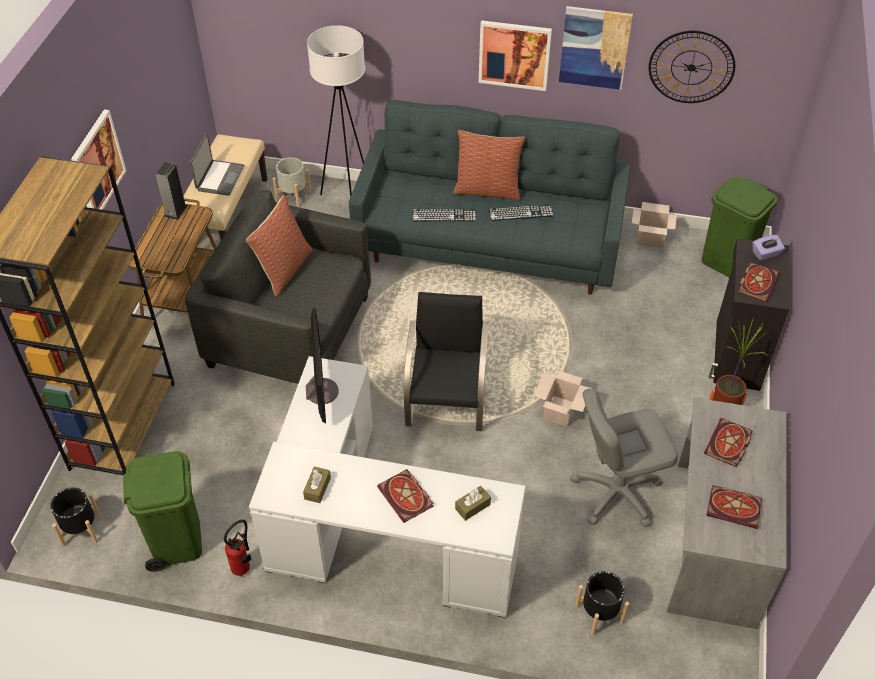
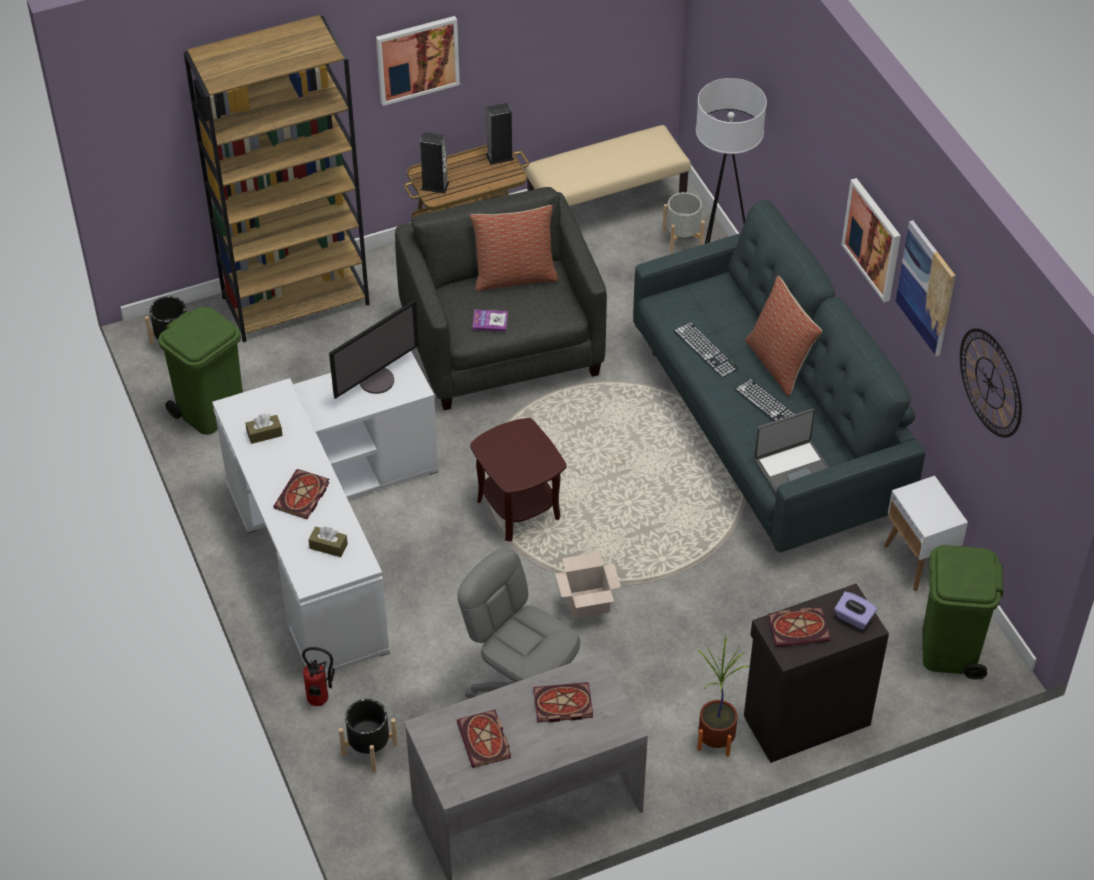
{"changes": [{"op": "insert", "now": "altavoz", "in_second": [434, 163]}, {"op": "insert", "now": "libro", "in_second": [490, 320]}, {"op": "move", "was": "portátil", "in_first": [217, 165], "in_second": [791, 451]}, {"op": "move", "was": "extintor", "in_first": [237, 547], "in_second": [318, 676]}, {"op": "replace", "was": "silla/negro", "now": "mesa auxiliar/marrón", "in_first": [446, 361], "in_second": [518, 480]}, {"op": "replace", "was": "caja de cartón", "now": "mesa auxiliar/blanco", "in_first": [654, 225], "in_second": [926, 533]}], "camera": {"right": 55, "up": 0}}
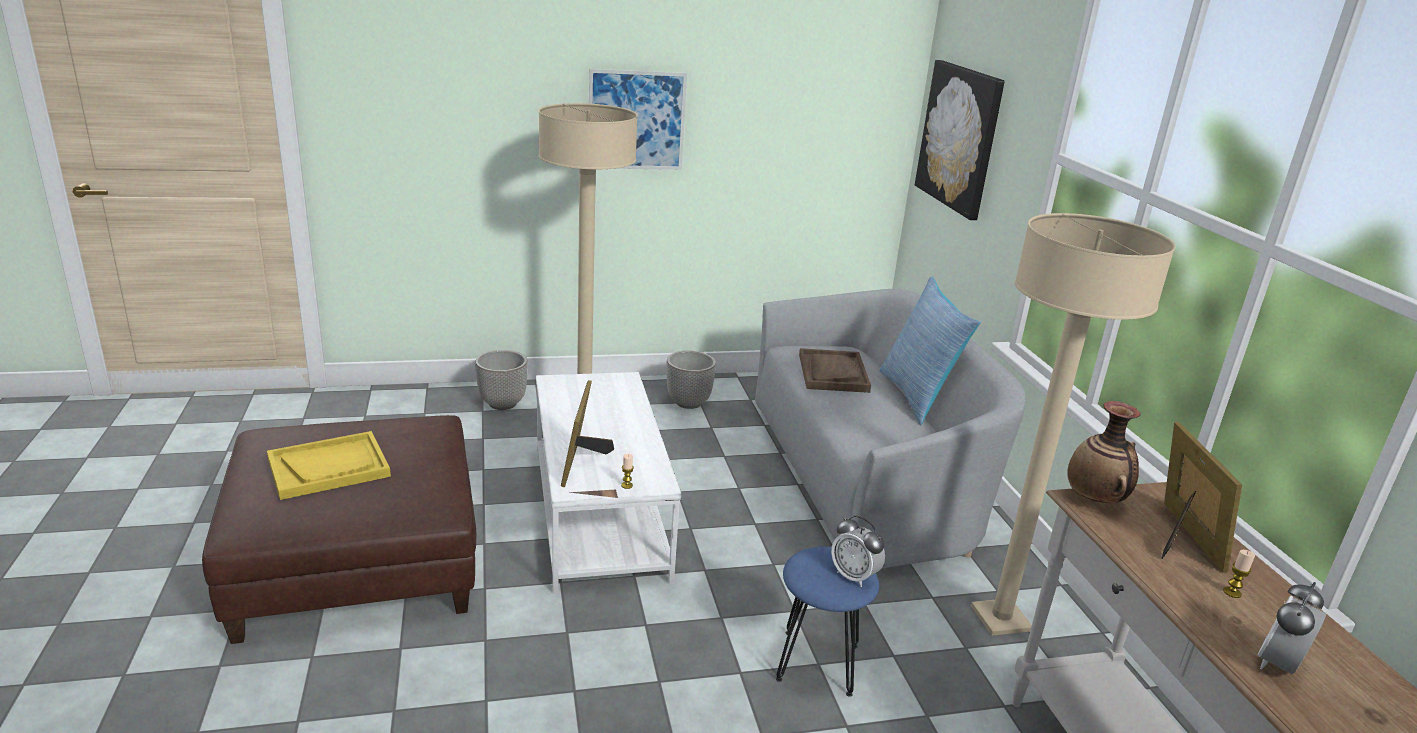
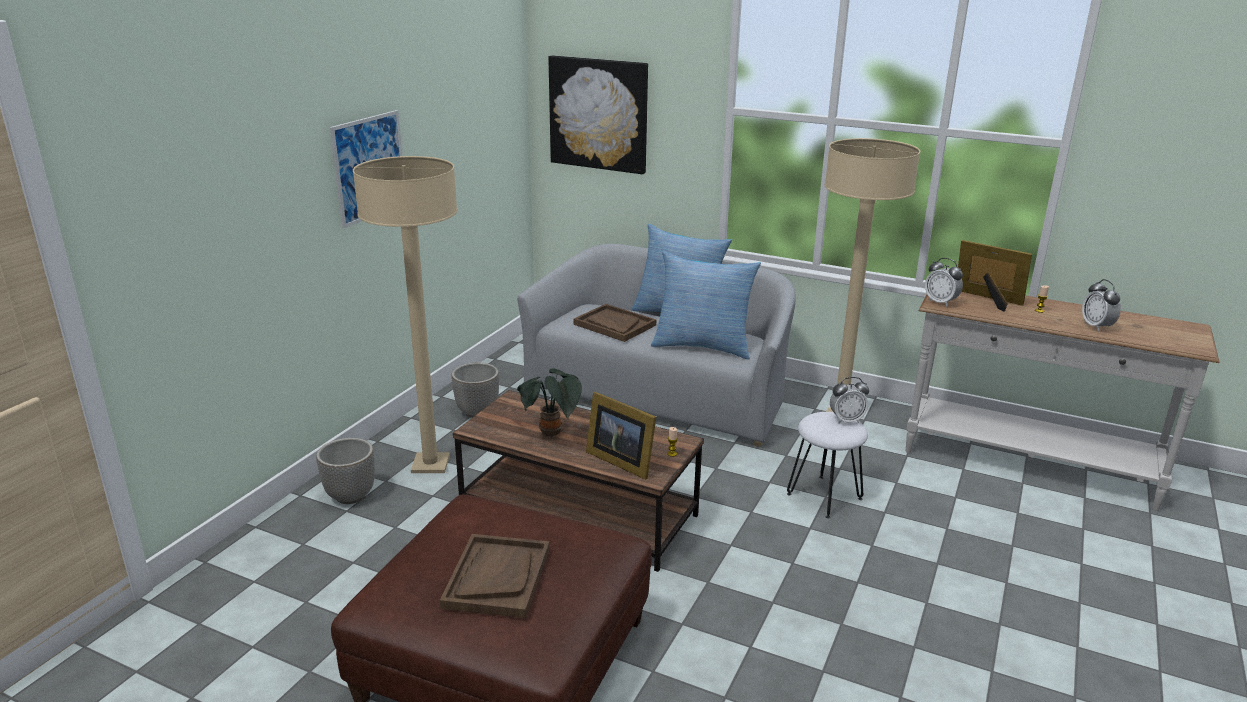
{"changes": [{"op": "insert", "now": "planta en maceta", "in_second": [549, 402]}, {"op": "insert", "now": "cojín", "in_second": [706, 305]}, {"op": "replace", "was": "florero", "now": "despertador", "in_first": [1104, 452], "in_second": [944, 282]}, {"op": "recolor", "was": "bandeja/amarillo", "now": "bandeja/marrón", "in_first": [329, 465], "in_second": [495, 576]}, {"op": "recolor", "was": "mesa de centro/blanco", "now": "mesa de centro/marrón", "in_first": [609, 483], "in_second": [578, 481]}, {"op": "recolor", "was": "taburete/azul", "now": "taburete/blanco", "in_first": [827, 622], "in_second": [827, 465]}], "camera": {"right": -50, "up": 0}}
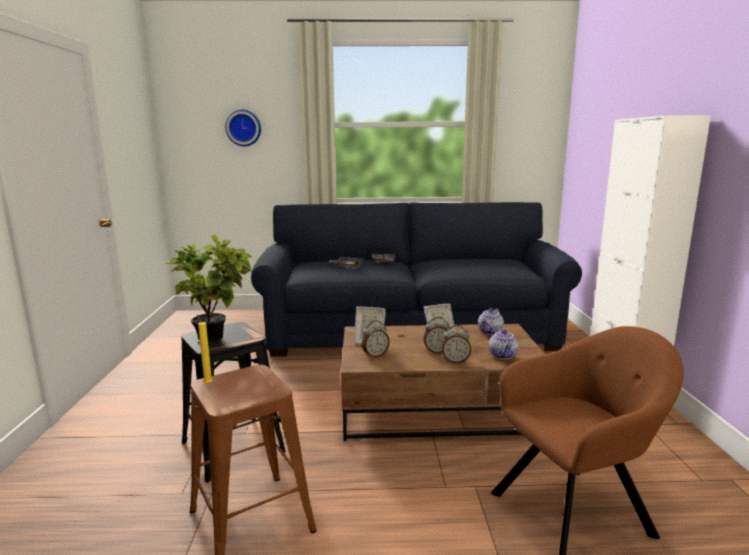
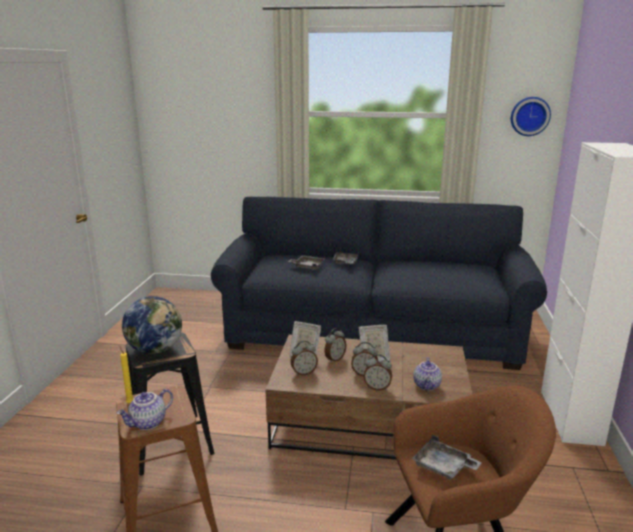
{"changes": [{"op": "insert", "now": "despertador", "in_second": [335, 345]}, {"op": "insert", "now": "bandeja/gris", "in_second": [447, 457]}, {"op": "move", "was": "reloj de pared", "in_first": [243, 128], "in_second": [531, 116]}, {"op": "move", "was": "tetera", "in_first": [491, 321], "in_second": [144, 409]}, {"op": "replace", "was": "planta en maceta", "now": "globo terráqueo", "in_first": [208, 288], "in_second": [152, 325]}], "camera": {"right": 10, "up": 5}}
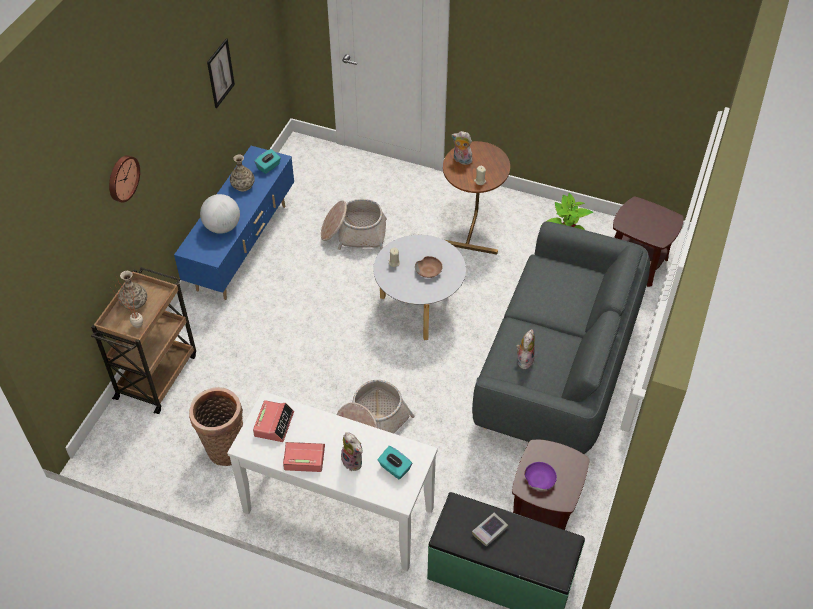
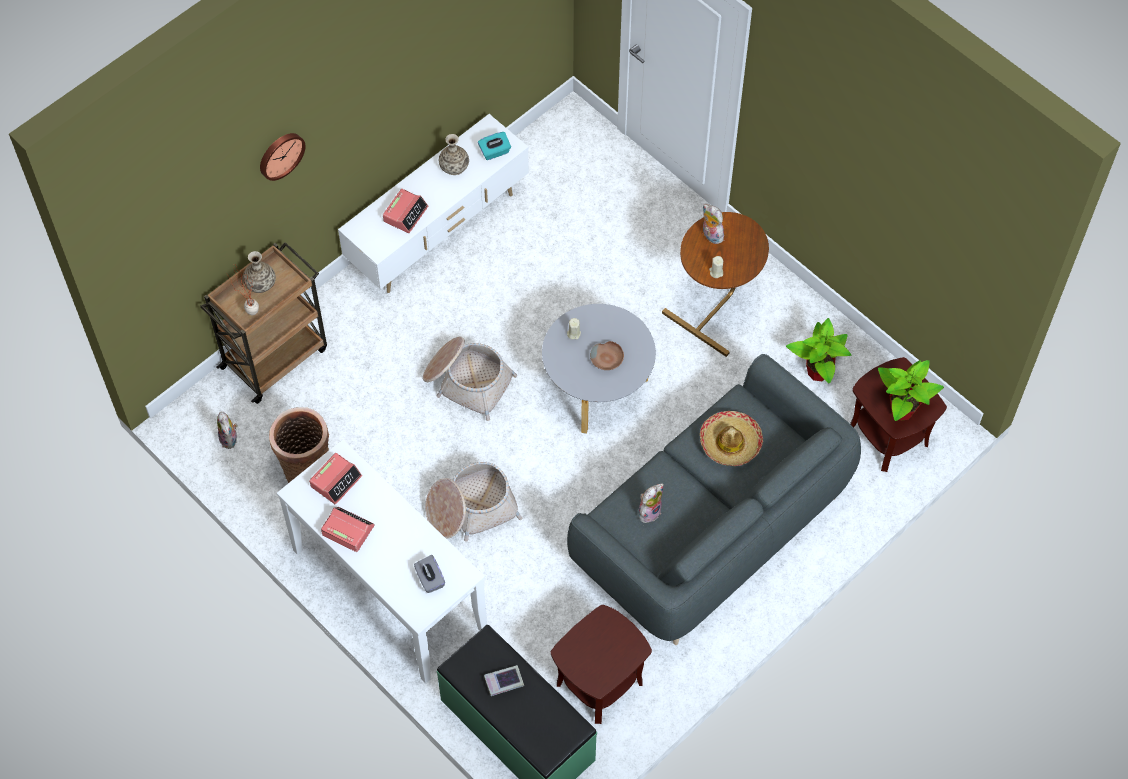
{"changes": [{"op": "delete", "was": "cuadro", "in_first": [221, 73]}, {"op": "delete", "was": "cuenco/morado", "in_first": [540, 476]}, {"op": "insert", "now": "sombrero", "in_second": [731, 438]}, {"op": "insert", "now": "planta en maceta", "in_second": [911, 390]}, {"op": "move", "was": "cesta", "in_first": [354, 224], "in_second": [470, 379]}, {"op": "move", "was": "peluche", "in_first": [352, 451], "in_second": [227, 430]}, {"op": "replace", "was": "globo terráqueo", "now": "despertador", "in_first": [220, 214], "in_second": [405, 211]}, {"op": "recolor", "was": "mueble de televisión/azul", "now": "mueble de televisión/blanco", "in_first": [234, 223], "in_second": [433, 203]}, {"op": "recolor", "was": "caja de pañuelos/turquesa", "now": "caja de pañuelos/gris", "in_first": [395, 462], "in_second": [429, 574]}], "camera": {"right": 25, "up": 10}}
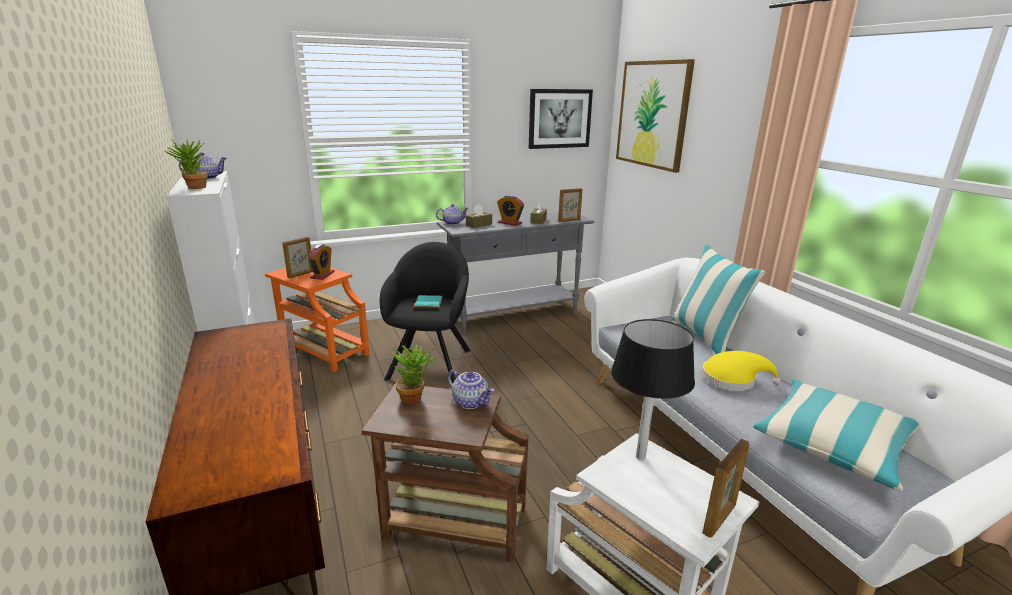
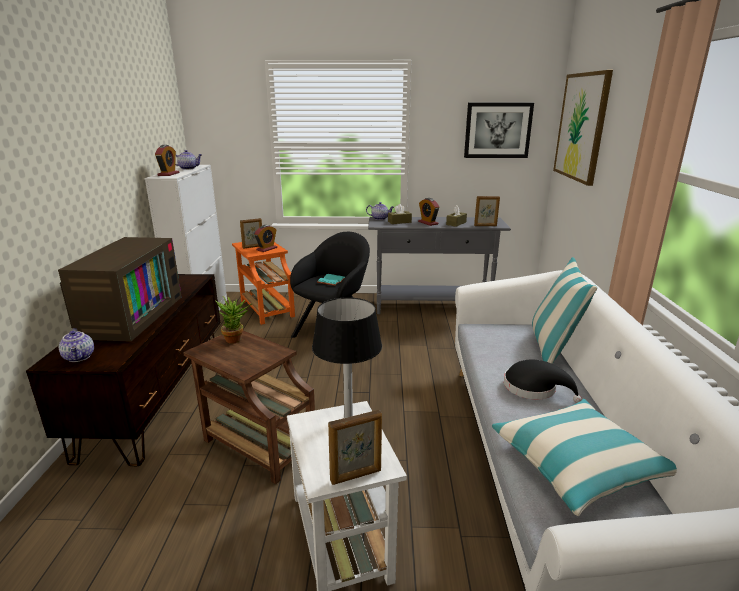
{"changes": [{"op": "insert", "now": "televisor", "in_second": [120, 289]}, {"op": "move", "was": "tetera", "in_first": [470, 389], "in_second": [76, 345]}, {"op": "replace", "was": "planta en maceta", "now": "despertador", "in_first": [186, 164], "in_second": [167, 160]}, {"op": "recolor", "was": "sombrero/amarillo", "now": "sombrero/negro", "in_first": [741, 371], "in_second": [542, 381]}], "camera": {"right": 25, "up": 0}}
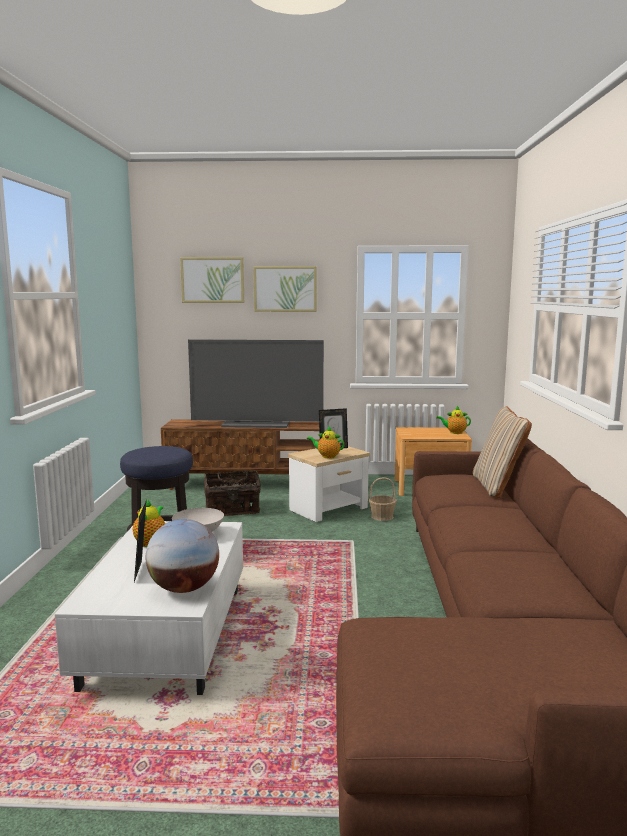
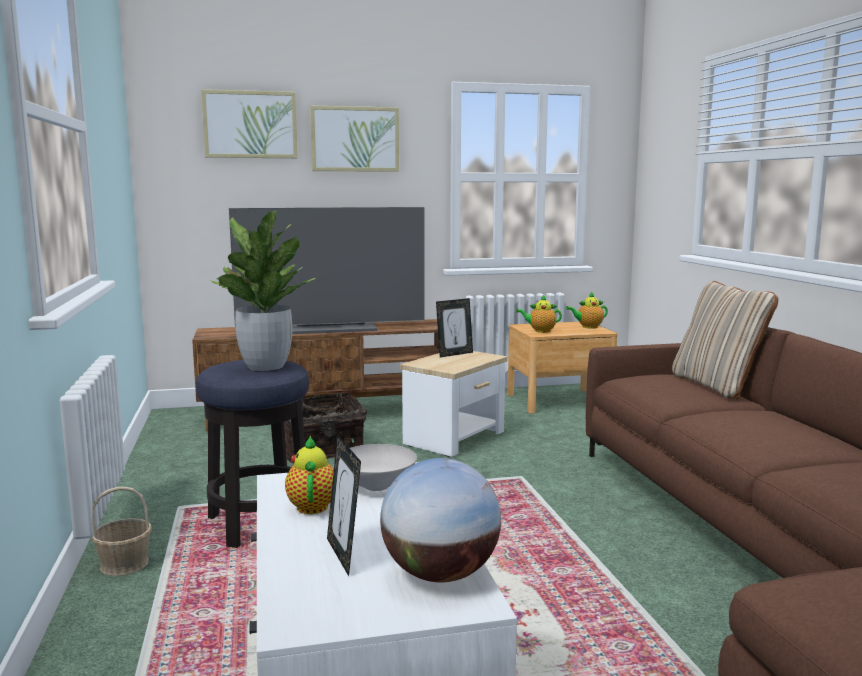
{"changes": [{"op": "insert", "now": "planta en maceta", "in_second": [263, 291]}, {"op": "move", "was": "tetera", "in_first": [326, 442], "in_second": [539, 314]}, {"op": "move", "was": "cesta", "in_first": [383, 499], "in_second": [121, 531]}], "camera": {"right": -15, "up": 0}}
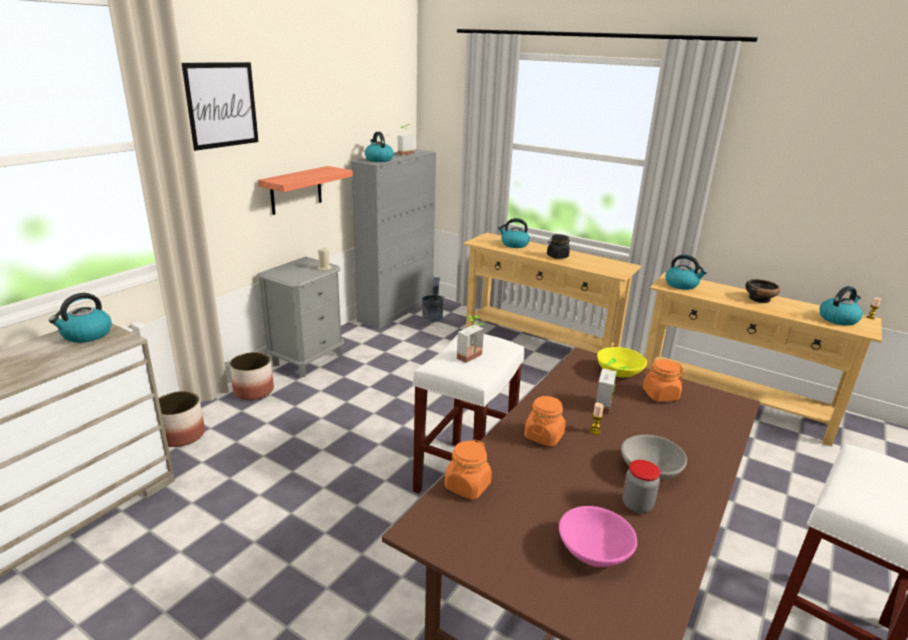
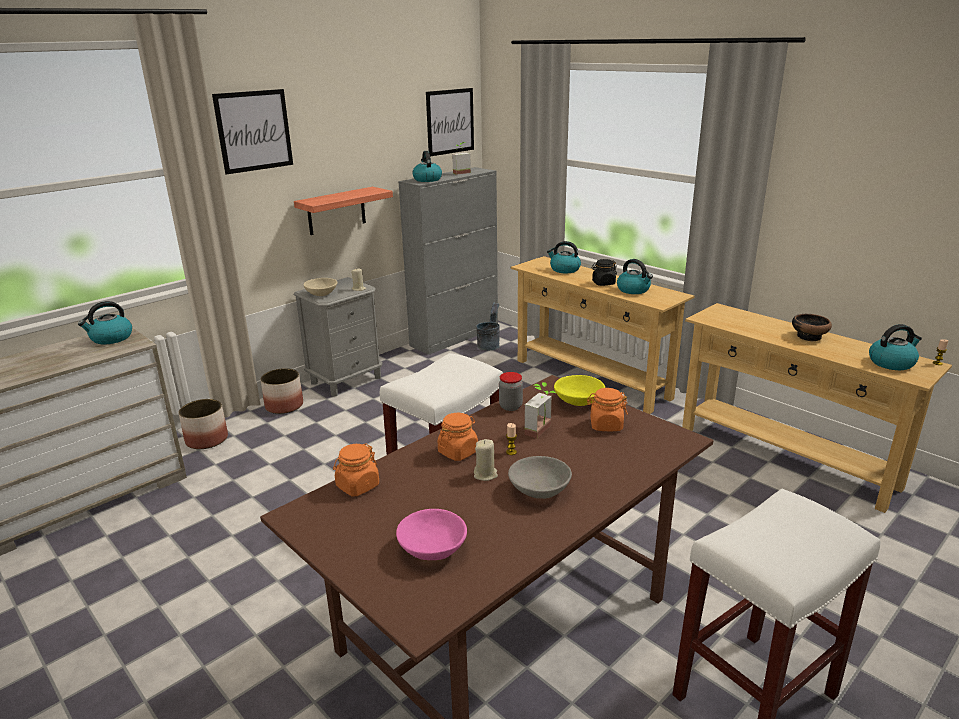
{"changes": [{"op": "delete", "was": "planta en maceta", "in_first": [471, 339]}, {"op": "insert", "now": "cuenco/beis", "in_second": [321, 287]}, {"op": "insert", "now": "cuadro", "in_second": [450, 122]}, {"op": "insert", "now": "vela/beis", "in_second": [486, 460]}, {"op": "move", "was": "tarro", "in_first": [641, 486], "in_second": [511, 391]}, {"op": "move", "was": "hervidor", "in_first": [686, 272], "in_second": [635, 276]}], "camera": {"right": 15, "up": 0}}
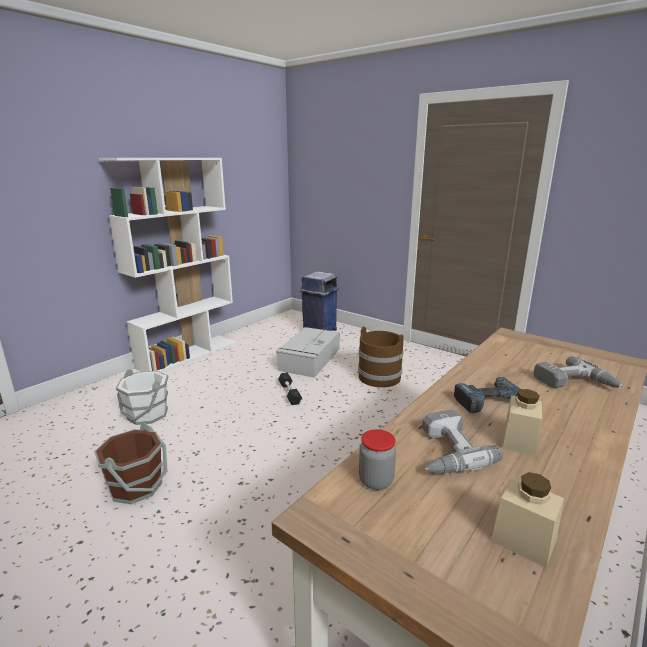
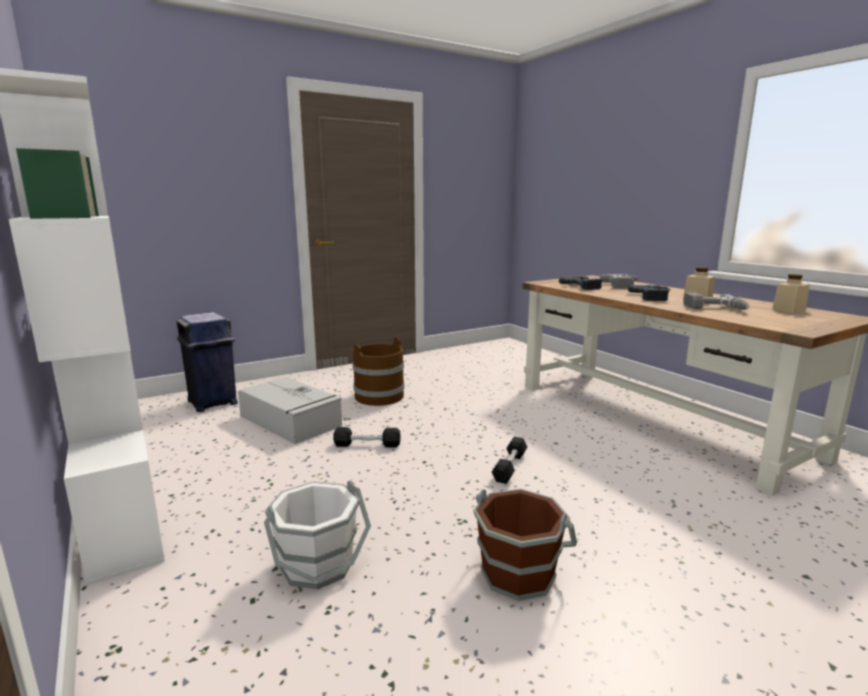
{"changes": [{"op": "delete", "was": "tarro", "in_first": [377, 459]}, {"op": "insert", "now": "mancuerna/negro", "in_second": [509, 460]}, {"op": "insert", "now": "taladro", "in_second": [580, 283]}], "camera": {"right": -70, "up": -5}}
